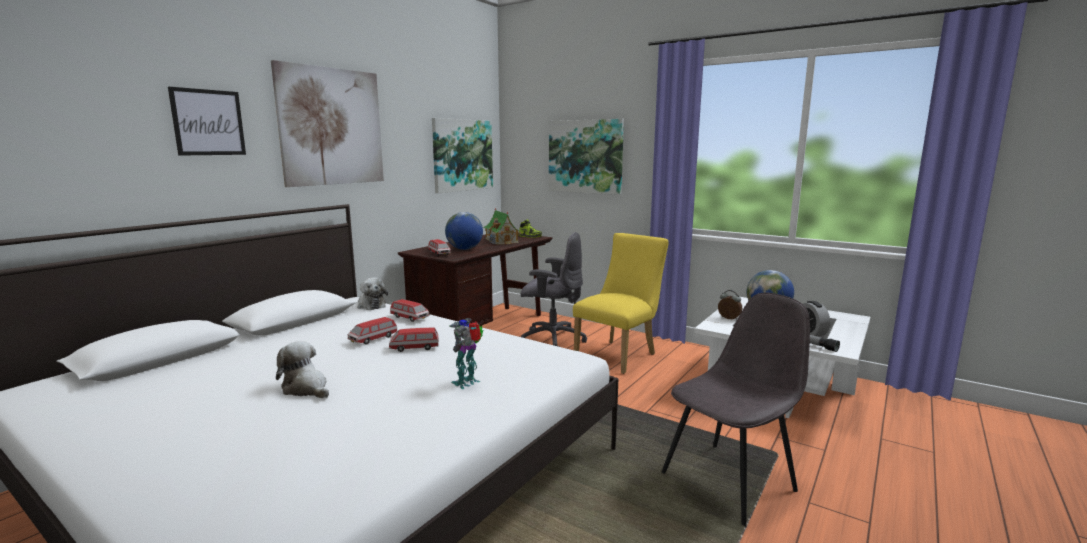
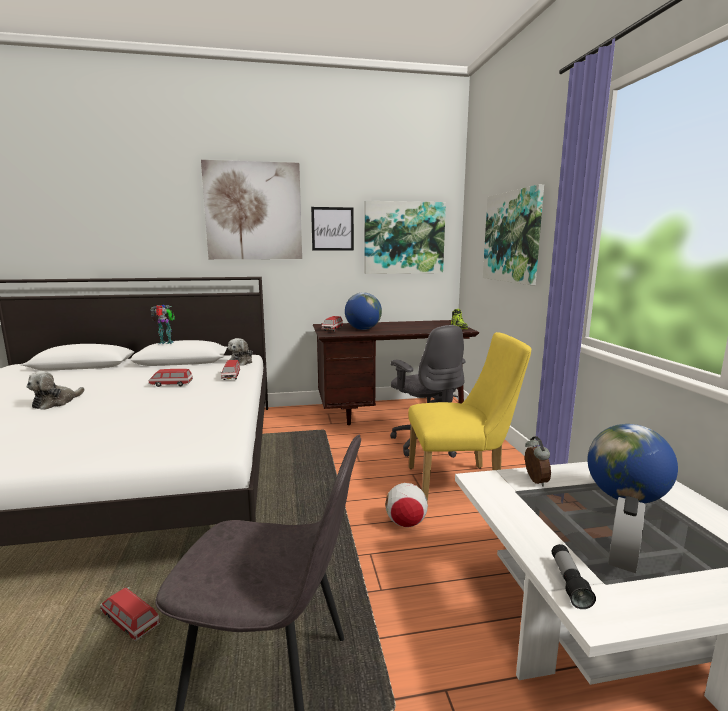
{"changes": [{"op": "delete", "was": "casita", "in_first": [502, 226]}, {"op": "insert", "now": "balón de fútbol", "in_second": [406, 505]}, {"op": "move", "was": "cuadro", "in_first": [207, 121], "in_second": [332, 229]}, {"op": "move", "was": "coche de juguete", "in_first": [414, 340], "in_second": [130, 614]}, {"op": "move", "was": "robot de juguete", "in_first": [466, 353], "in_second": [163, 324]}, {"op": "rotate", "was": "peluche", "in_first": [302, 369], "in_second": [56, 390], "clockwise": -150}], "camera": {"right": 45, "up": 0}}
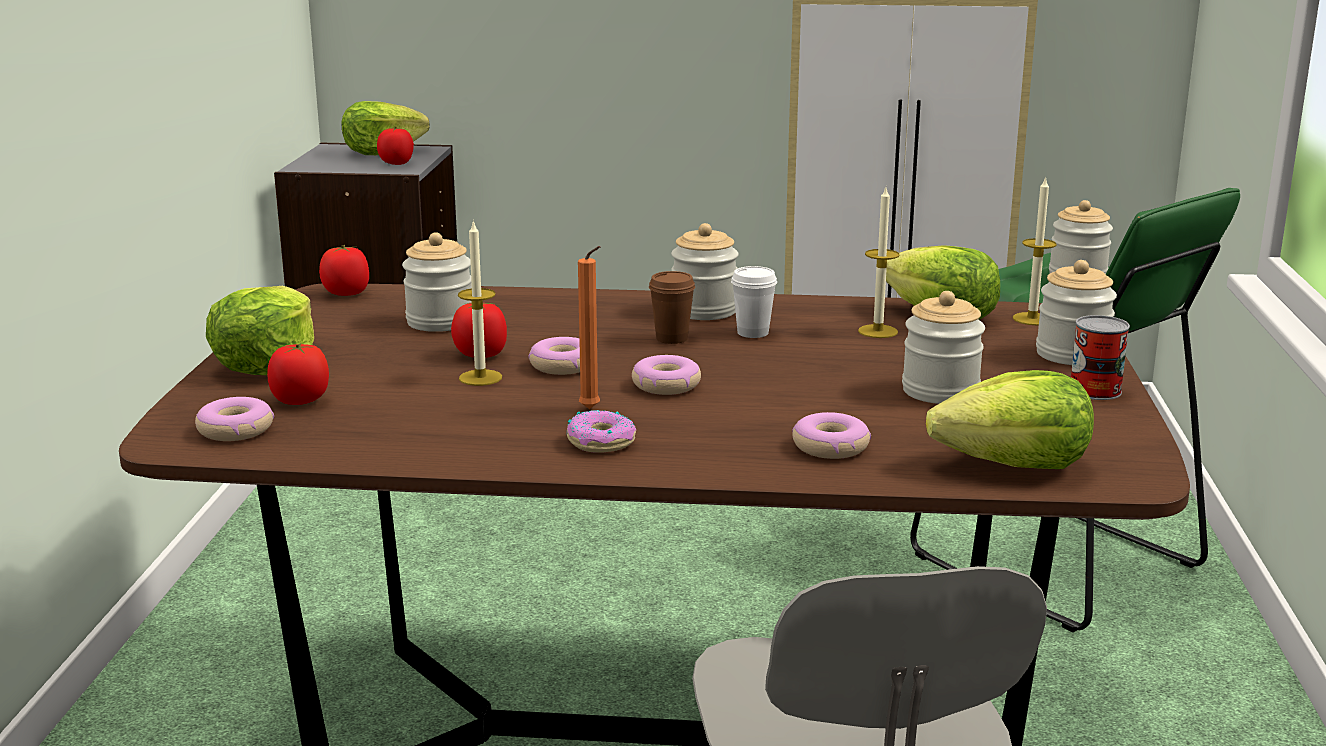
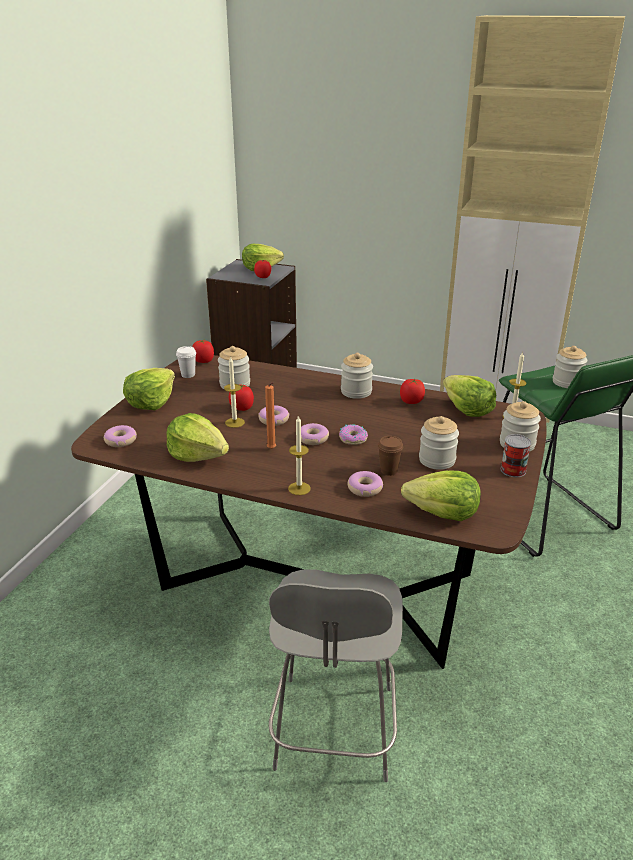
{"changes": [{"op": "insert", "now": "lechuga", "in_second": [197, 437]}, {"op": "move", "was": "tomate", "in_first": [298, 373], "in_second": [412, 391]}, {"op": "move", "was": "rosquilla", "in_first": [601, 431], "in_second": [353, 434]}, {"op": "move", "was": "taza/marrón", "in_first": [672, 307], "in_second": [390, 456]}, {"op": "move", "was": "taza/blanco", "in_first": [754, 302], "in_second": [186, 362]}, {"op": "move", "was": "vela", "in_first": [879, 263], "in_second": [299, 455]}], "camera": {"right": 15, "up": 10}}
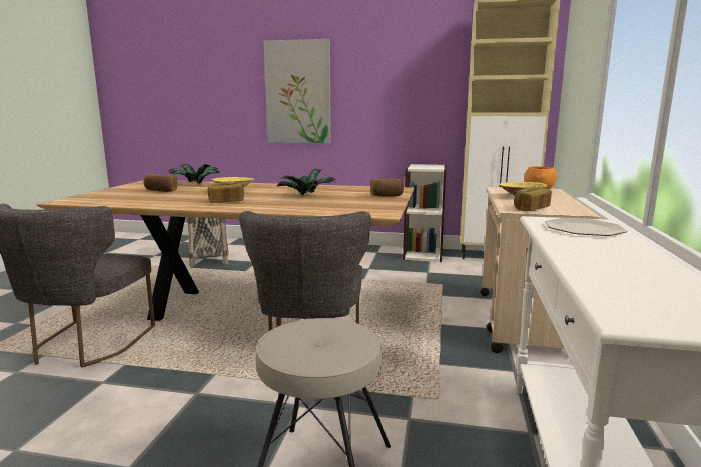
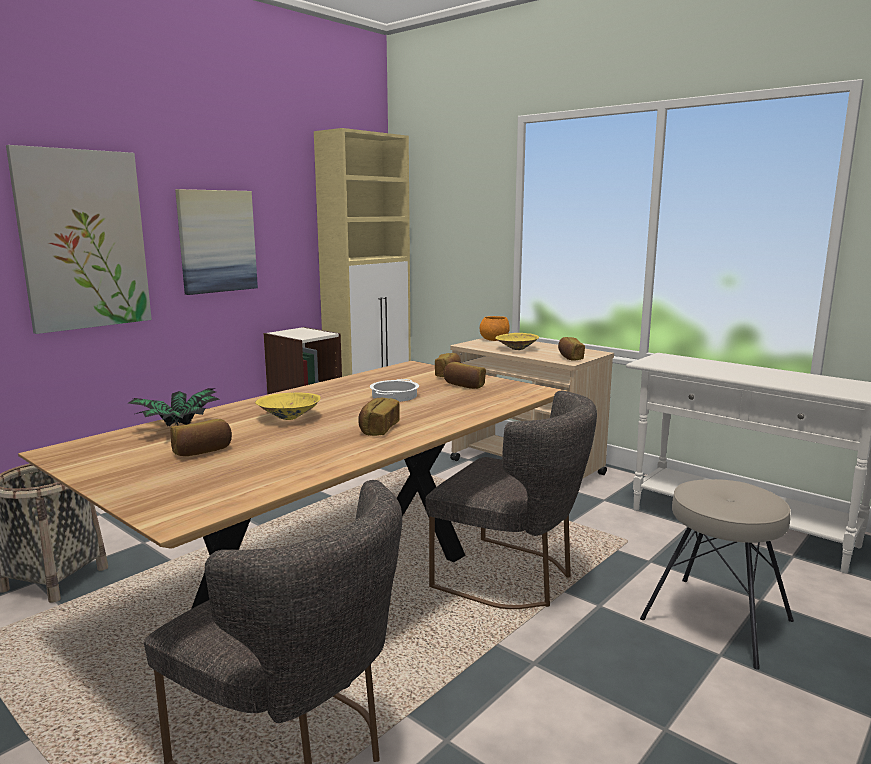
{"changes": [{"op": "delete", "was": "plato", "in_first": [586, 227]}, {"op": "insert", "now": "cuadro", "in_second": [216, 242]}, {"op": "insert", "now": "pan", "in_second": [464, 375]}, {"op": "replace", "was": "planta en maceta", "now": "olla", "in_first": [306, 182], "in_second": [394, 390]}], "camera": {"right": -60, "up": 0}}
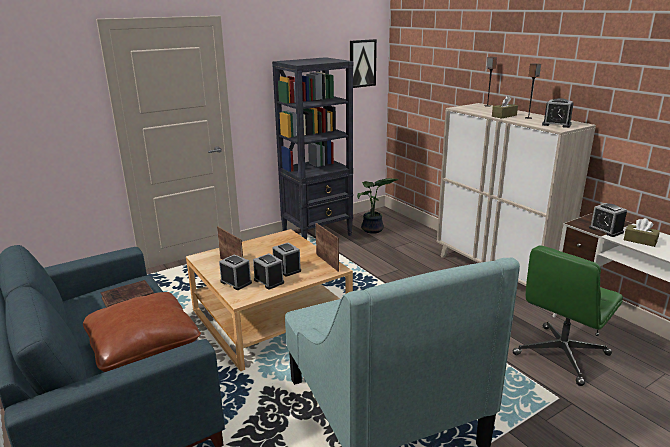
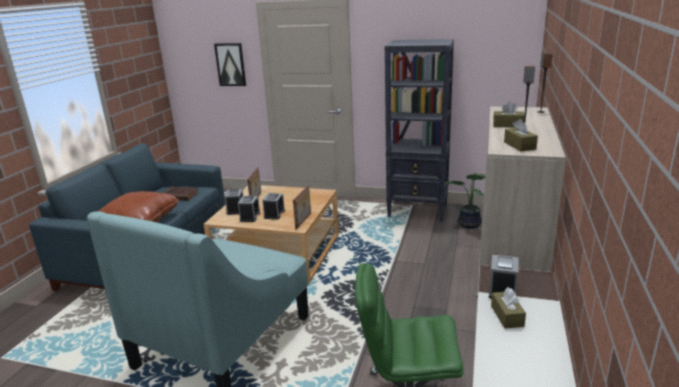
{"changes": [{"op": "move", "was": "cuadro", "in_first": [363, 63], "in_second": [230, 64]}, {"op": "replace", "was": "despertador", "now": "caja de pañuelos/marrón", "in_first": [558, 113], "in_second": [521, 135]}], "camera": {"right": 50, "up": 0}}
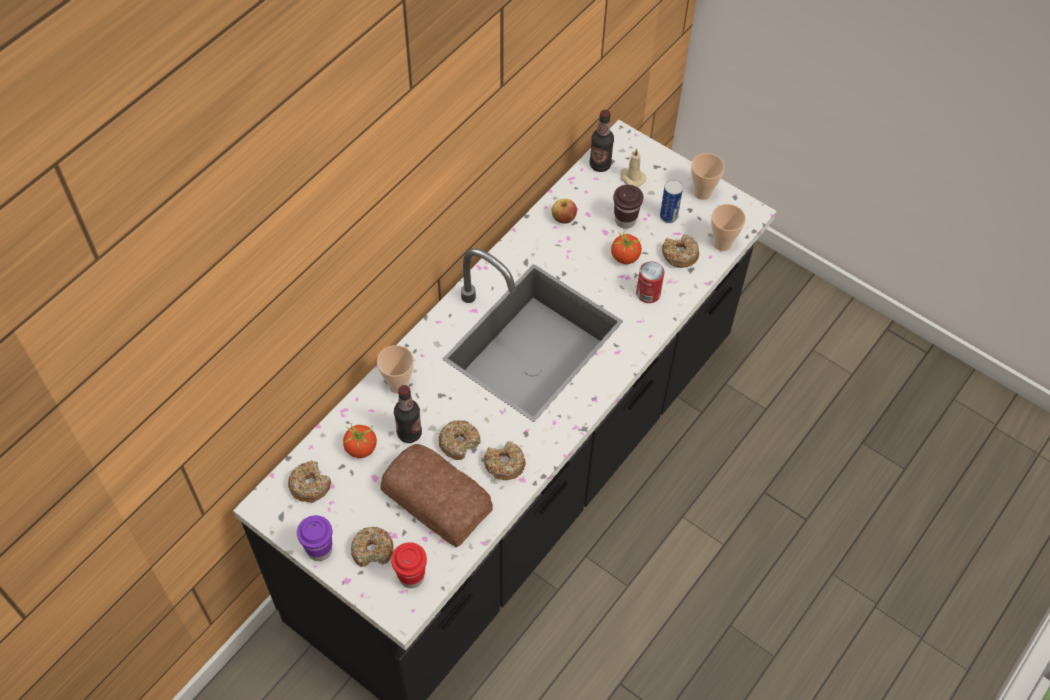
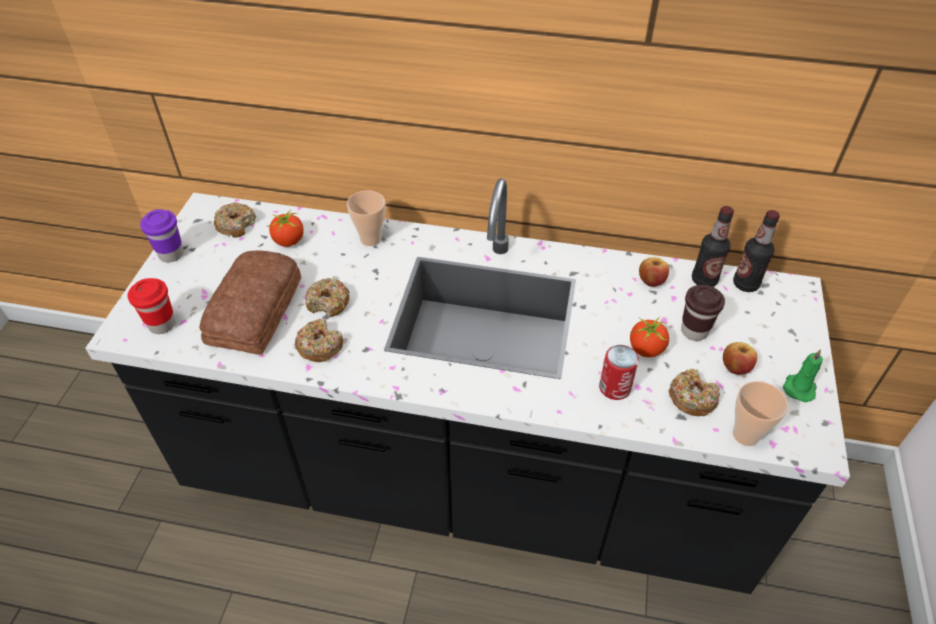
{"changes": [{"op": "delete", "was": "rosquilla", "in_first": [372, 546]}, {"op": "delete", "was": "vela/beis", "in_first": [633, 167]}, {"op": "move", "was": "botella", "in_first": [408, 414], "in_second": [713, 246]}, {"op": "replace", "was": "lata", "now": "manzana", "in_first": [671, 201], "in_second": [740, 358]}, {"op": "replace", "was": "taza", "now": "vela/verde", "in_first": [708, 176], "in_second": [803, 375]}], "camera": {"right": 65, "up": -10}}
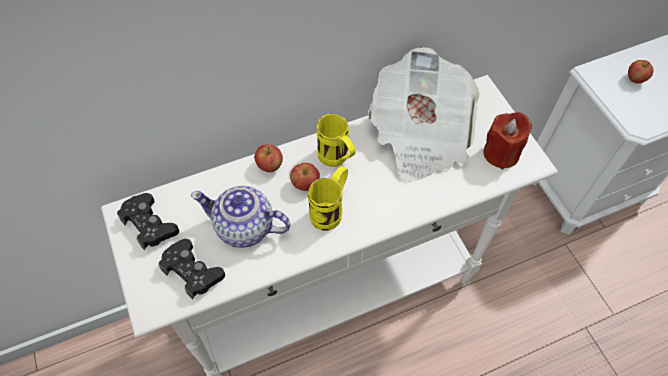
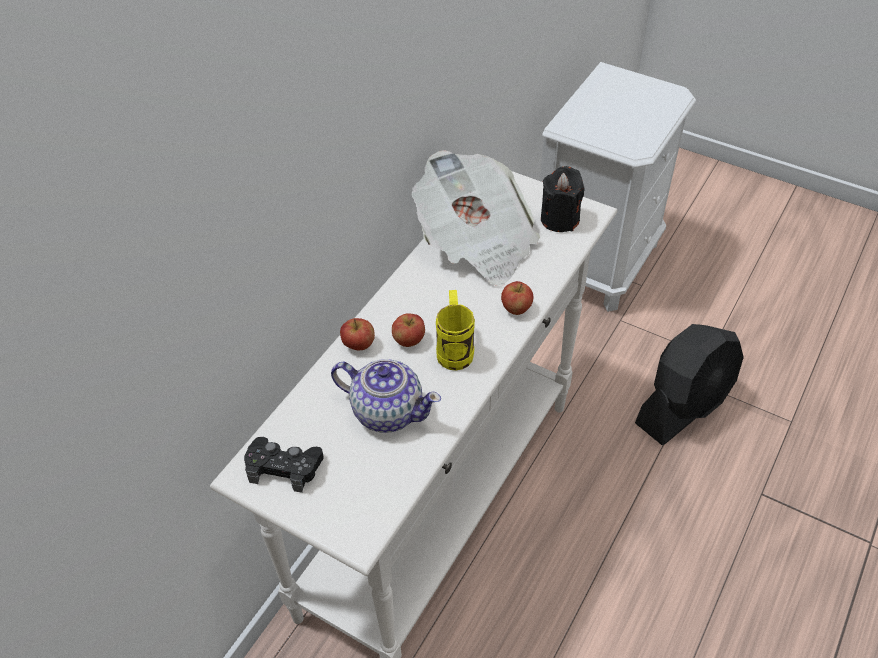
{"changes": [{"op": "delete", "was": "mando de consola/negro", "in_first": [192, 269]}, {"op": "delete", "was": "taza grande/amarillo", "in_first": [336, 140]}, {"op": "insert", "now": "ventilador/negro", "in_second": [689, 384]}, {"op": "move", "was": "manzana", "in_first": [641, 71], "in_second": [517, 298]}, {"op": "recolor", "was": "vela/rojo", "now": "vela/negro", "in_first": [508, 141], "in_second": [563, 199]}, {"op": "rotate", "was": "tetera", "in_first": [240, 217], "in_second": [386, 395], "clockwise": -135}], "camera": {"right": -35, "up": -10}}
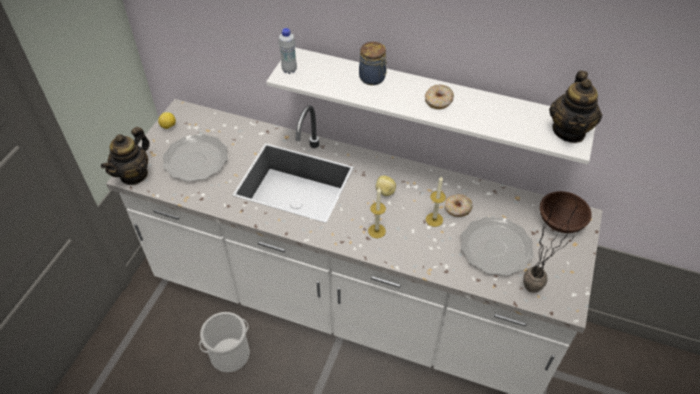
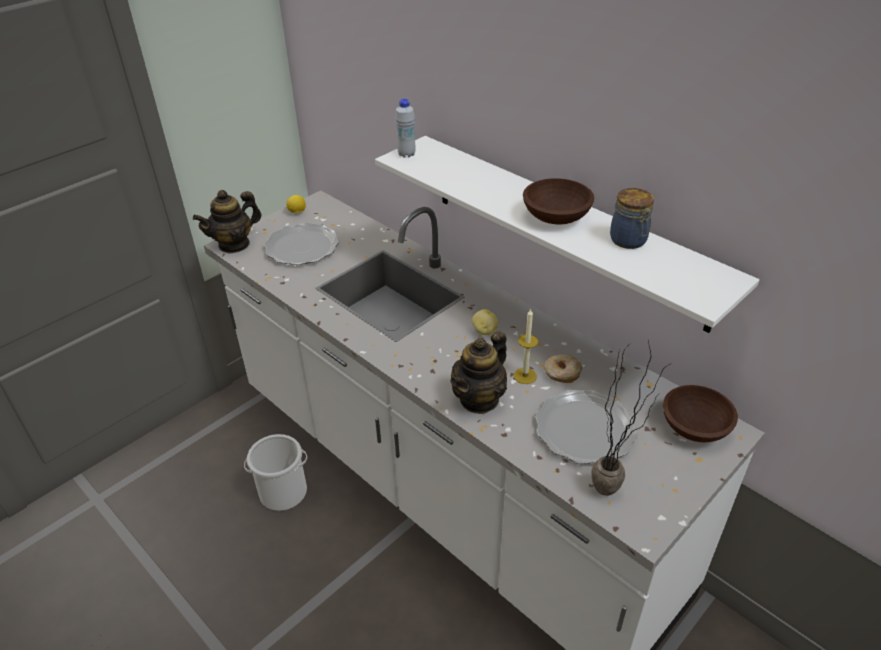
{"changes": [{"op": "delete", "was": "vela", "in_first": [377, 213]}, {"op": "move", "was": "tarro", "in_first": [373, 63], "in_second": [632, 218]}, {"op": "move", "was": "tetera", "in_first": [575, 107], "in_second": [478, 372]}, {"op": "replace", "was": "rosquilla", "now": "cuenco/marrón", "in_first": [439, 96], "in_second": [558, 201]}], "camera": {"right": 25, "up": -10}}
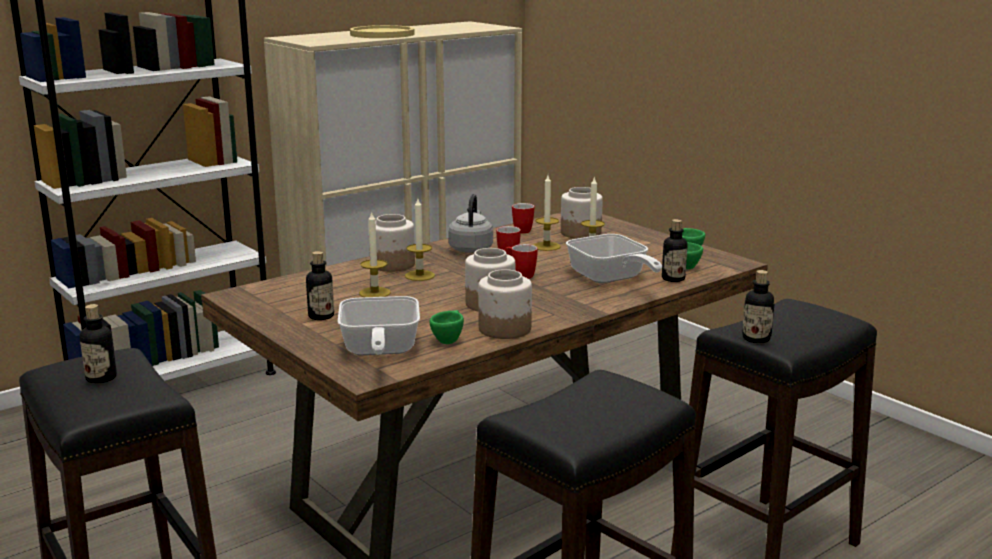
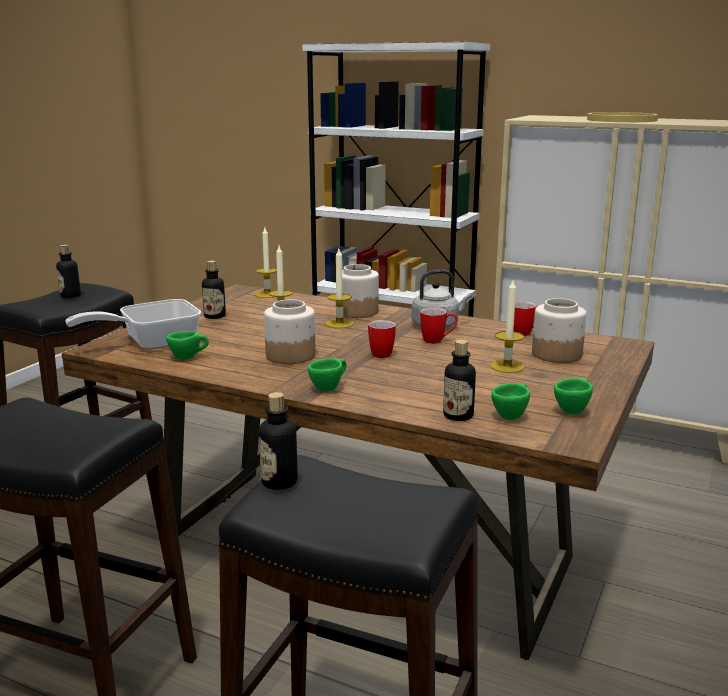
{"changes": [{"op": "delete", "was": "tarro", "in_first": [505, 304]}, {"op": "delete", "was": "sartén", "in_first": [614, 258]}, {"op": "insert", "now": "taza/verde", "in_second": [327, 375]}, {"op": "move", "was": "vela", "in_first": [547, 213], "in_second": [266, 263]}], "camera": {"right": 65, "up": 0}}
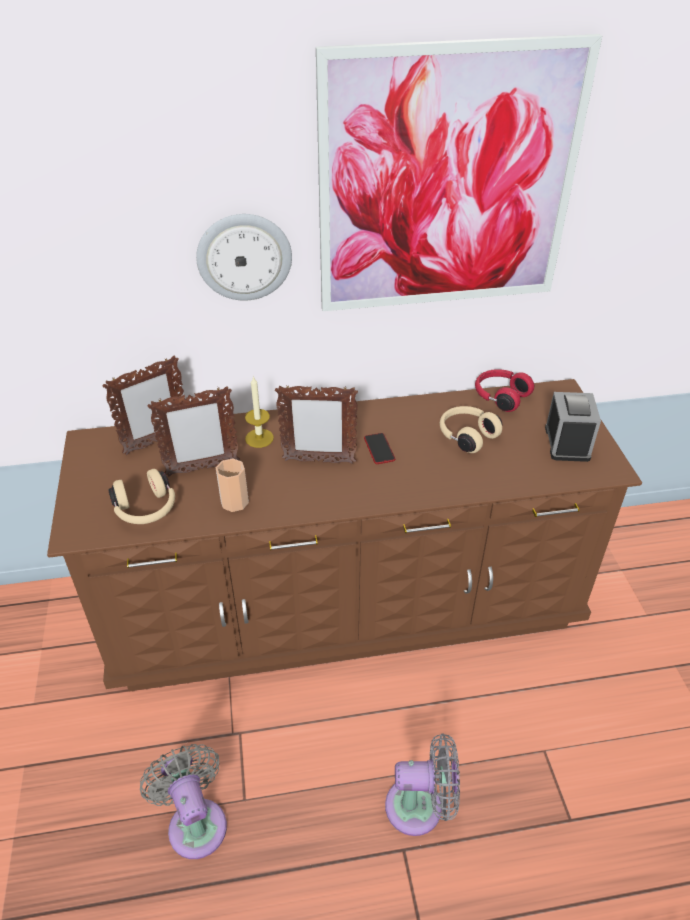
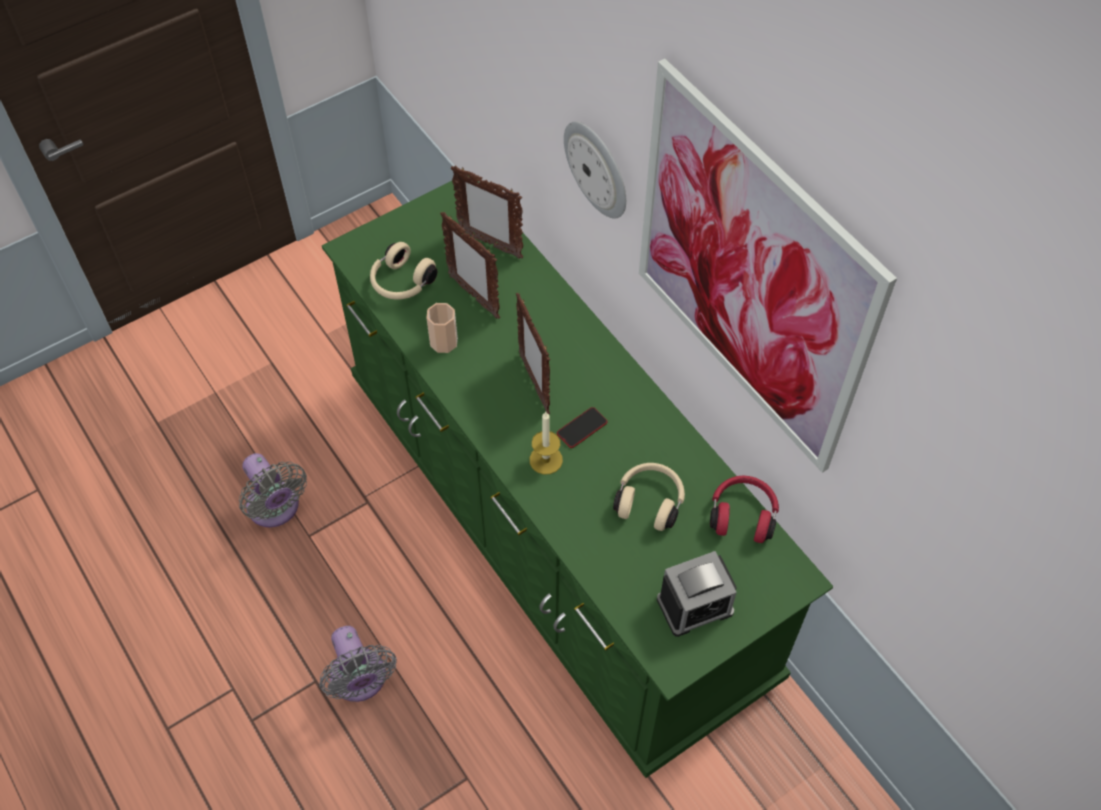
{"changes": [{"op": "move", "was": "vela", "in_first": [259, 412], "in_second": [546, 443]}, {"op": "recolor", "was": "cómoda/marrón", "now": "cómoda/verde", "in_first": [344, 535], "in_second": [577, 476]}, {"op": "rotate", "was": "ventilador/gris", "in_first": [183, 801], "in_second": [273, 490], "clockwise": 105}], "camera": {"right": 65, "up": 15}}
